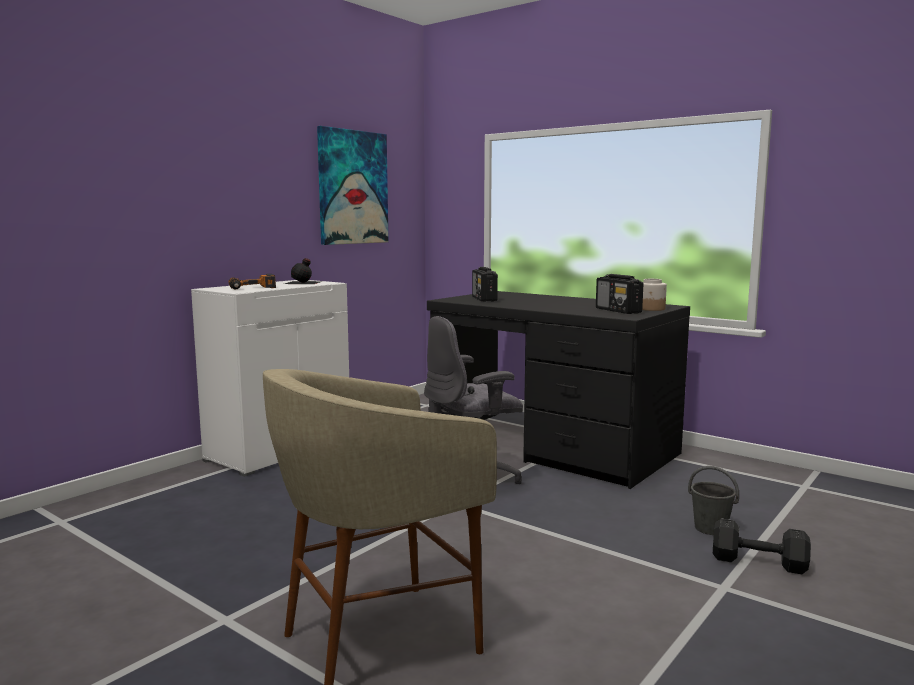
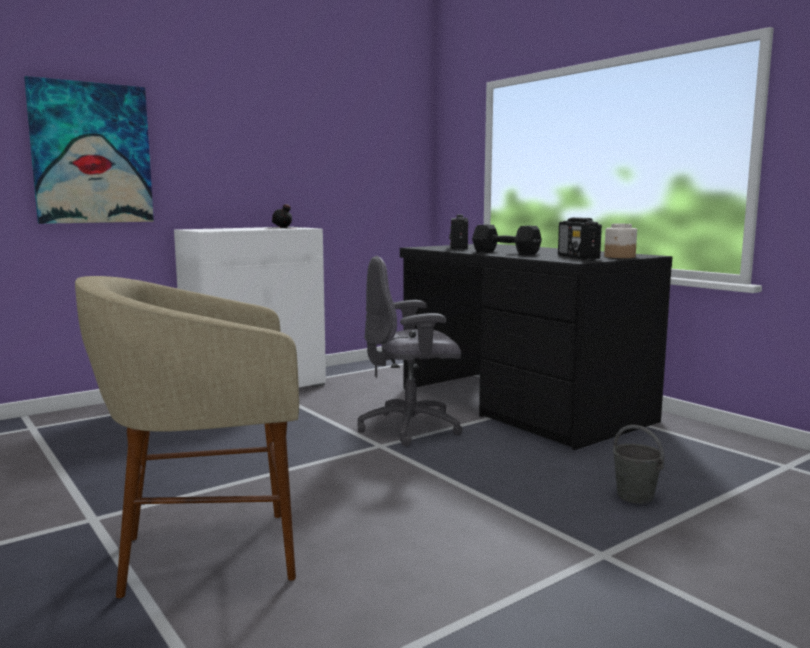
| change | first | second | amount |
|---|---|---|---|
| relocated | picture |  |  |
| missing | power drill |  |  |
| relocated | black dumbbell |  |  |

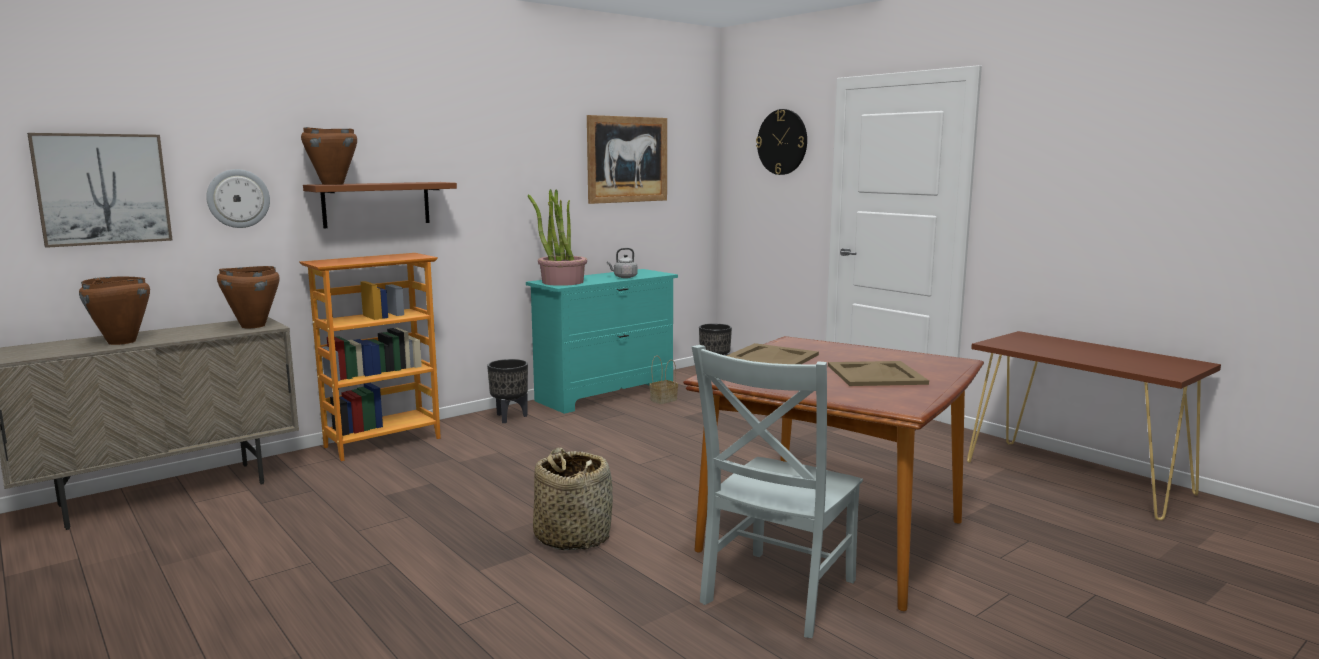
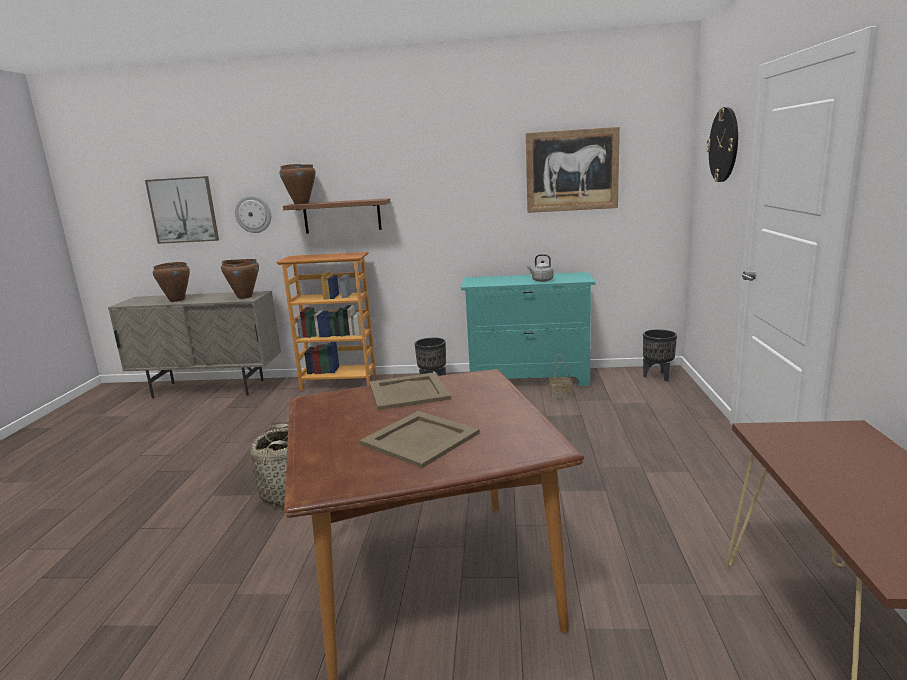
| change | first | second | amount |
|---|---|---|---|
| missing | potted plant |  |  |
| missing | grey chair |  |  |

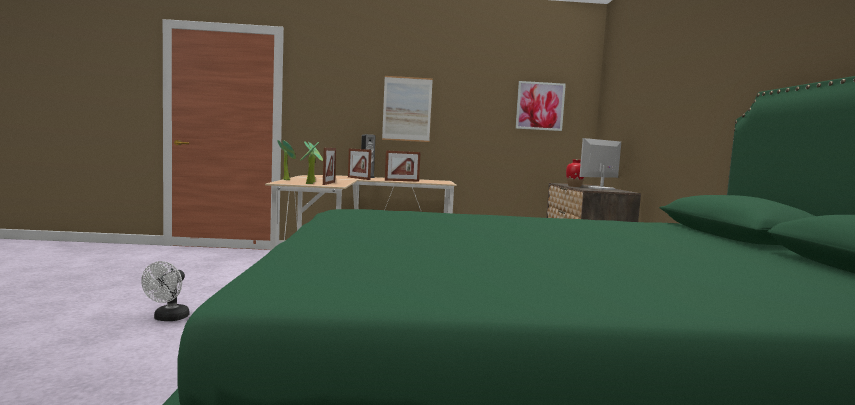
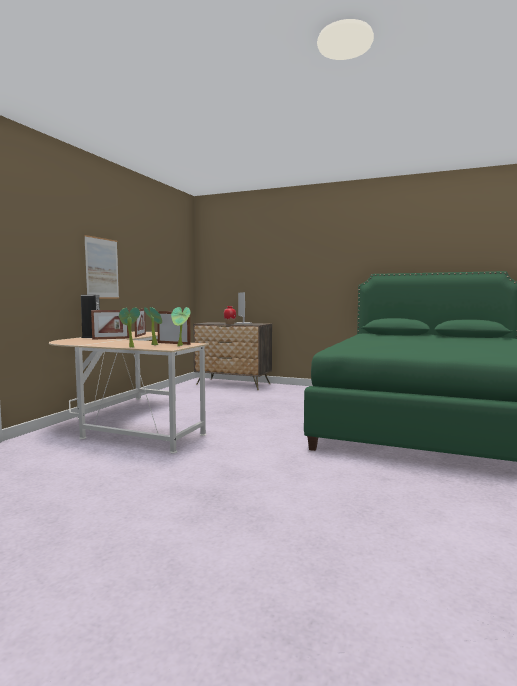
| change | first | second | amount |
|---|---|---|---|
| missing | picture (no. 2 from left) |  |  |
| missing | white fan |  |  |

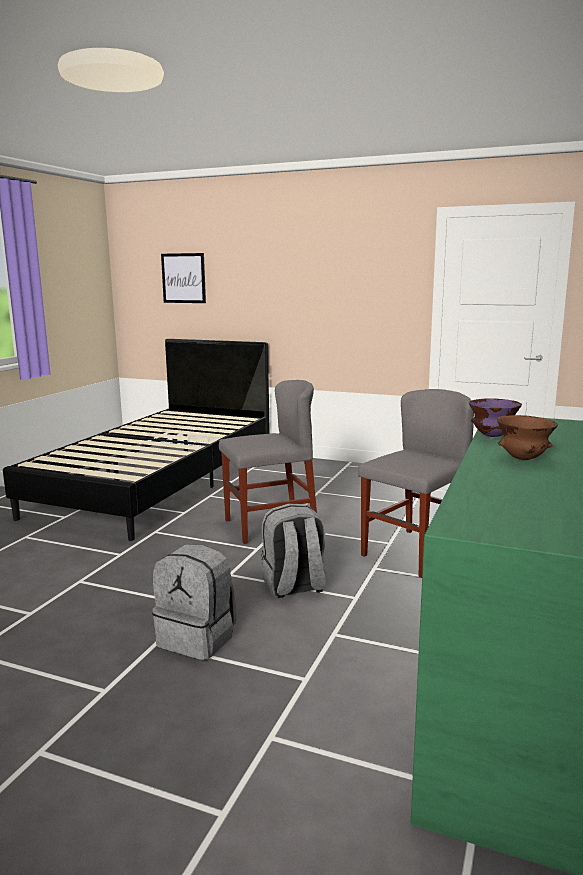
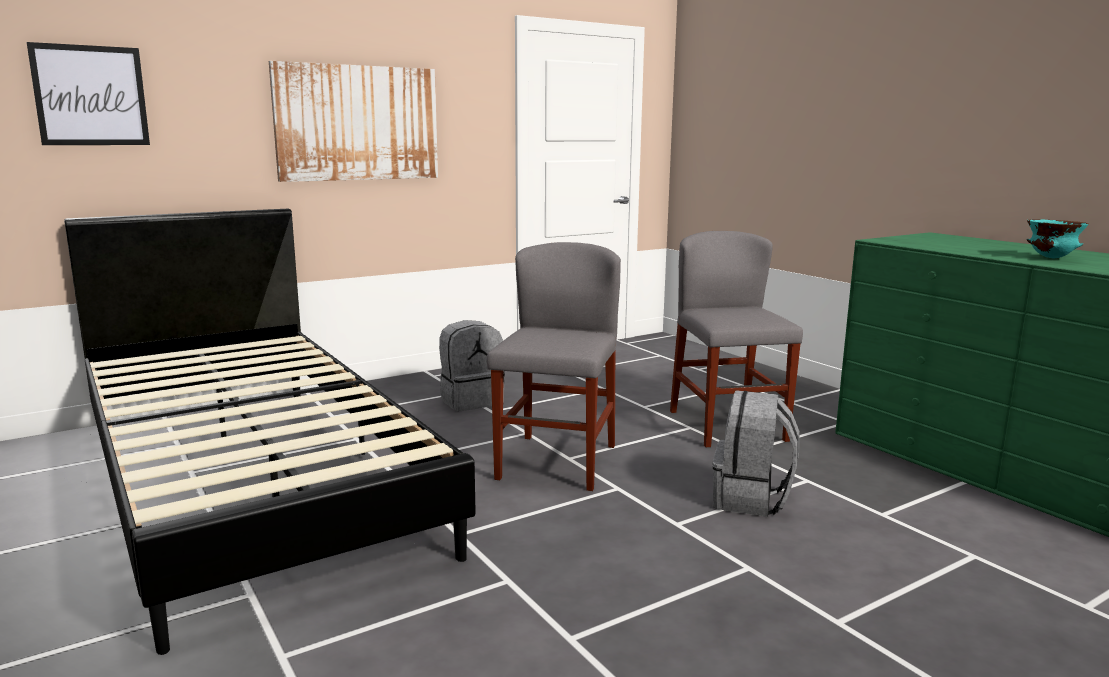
| change | first | second | amount |
|---|---|---|---|
| missing | purple bowl |  |  |
| colour | brown bowl | turquoise bowl |  |
| relocated | grey backpack (no. 1 from left) |  |  |
| appeared |  | picture (no. 2 from left) |  |

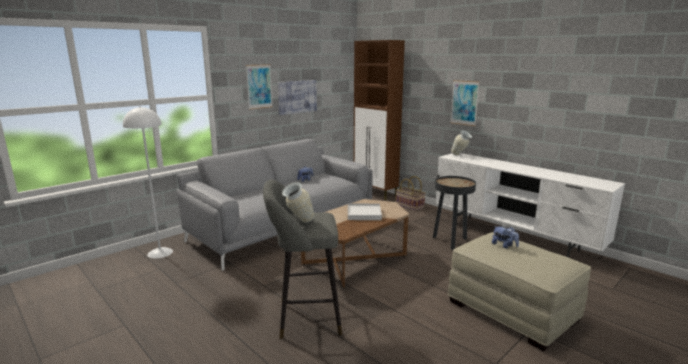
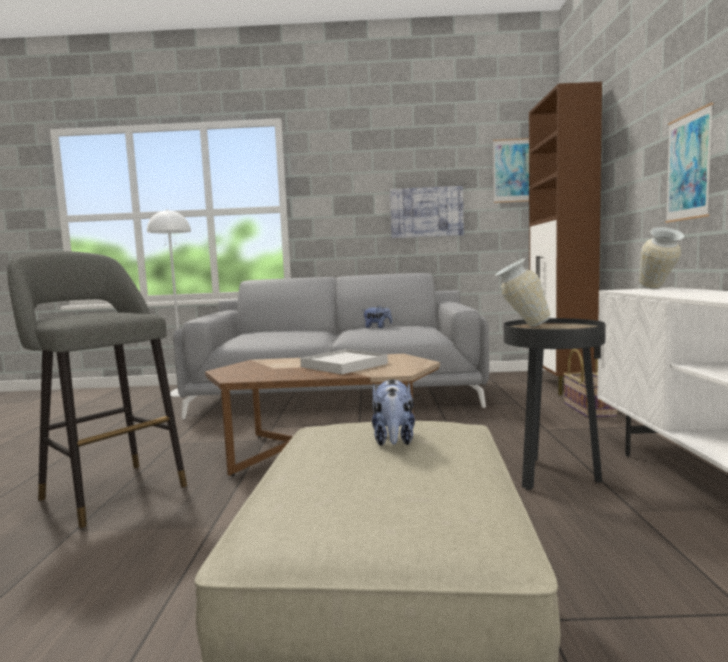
| change | first | second | amount |
|---|---|---|---|
| relocated | picture (no. 1 from left in the first image) | picture (no. 2 from left) |  |
| relocated | vase (no. 1 from left) |  |  |

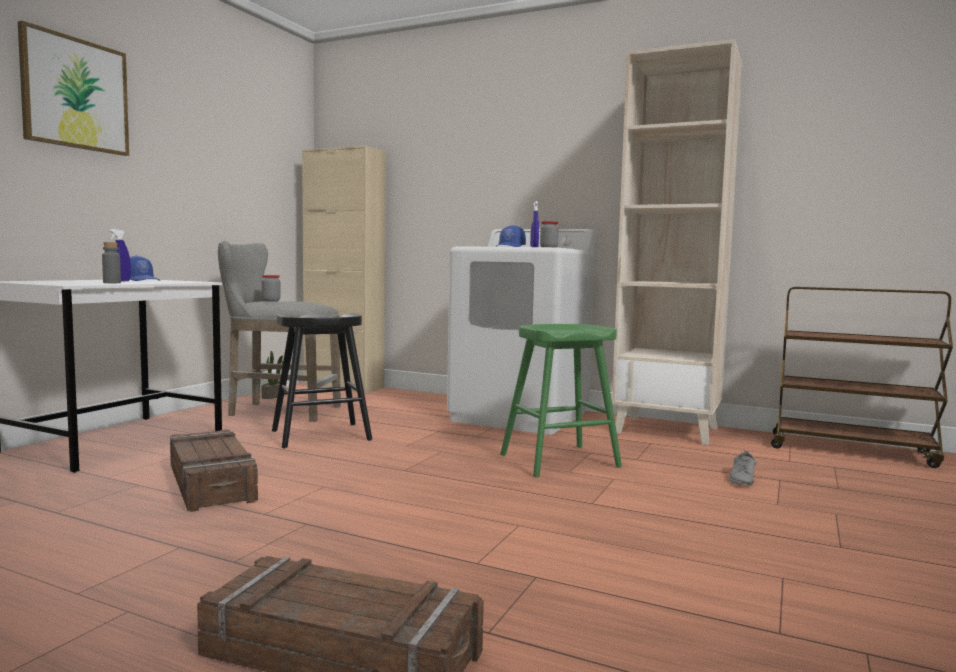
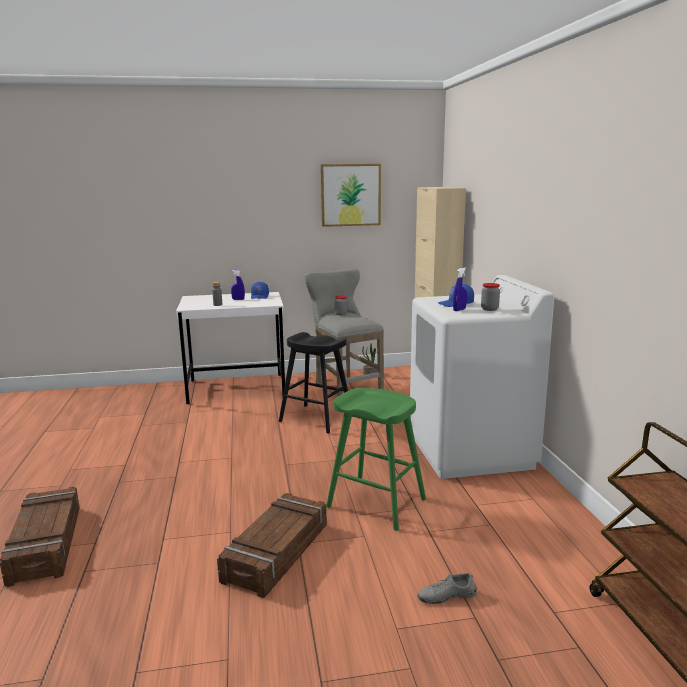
| change | first | second | amount |
|---|---|---|---|
| relocated | picture |  |  |
| missing | beige bookcase |  |  |
| relocated | crate (no. 1 from left in the first image) | crate (no. 2 from left) |  |

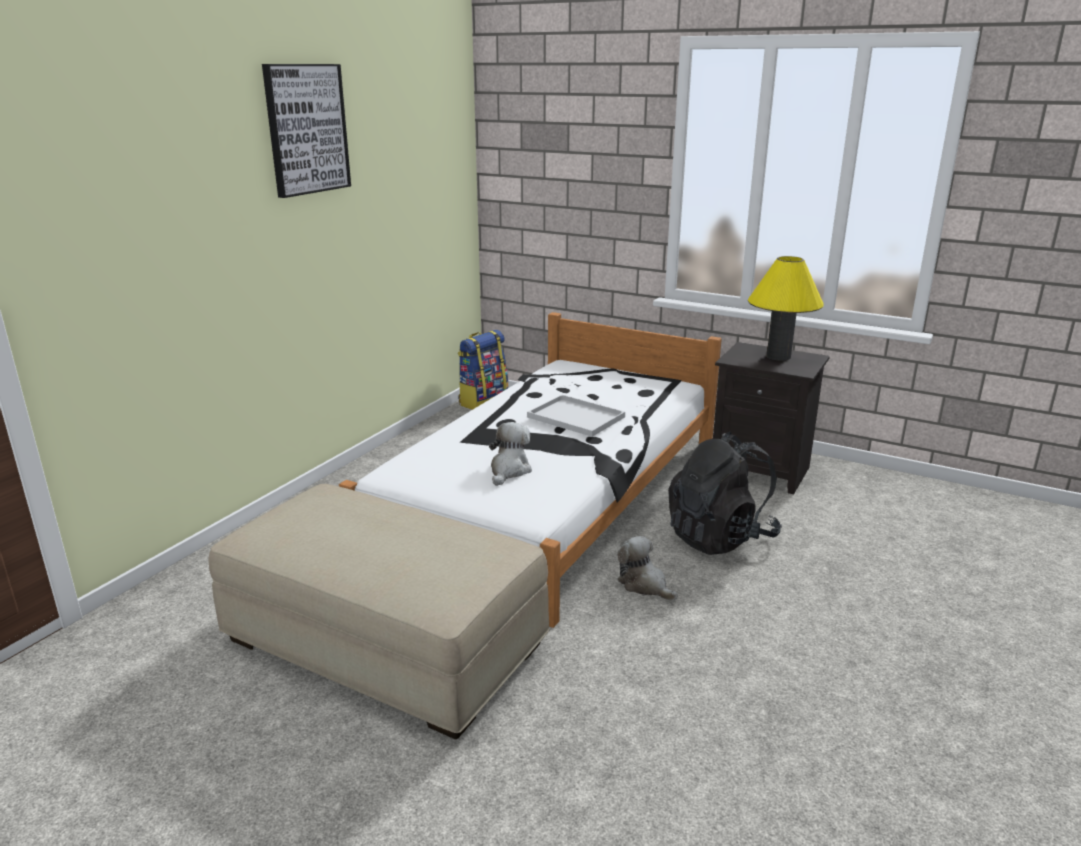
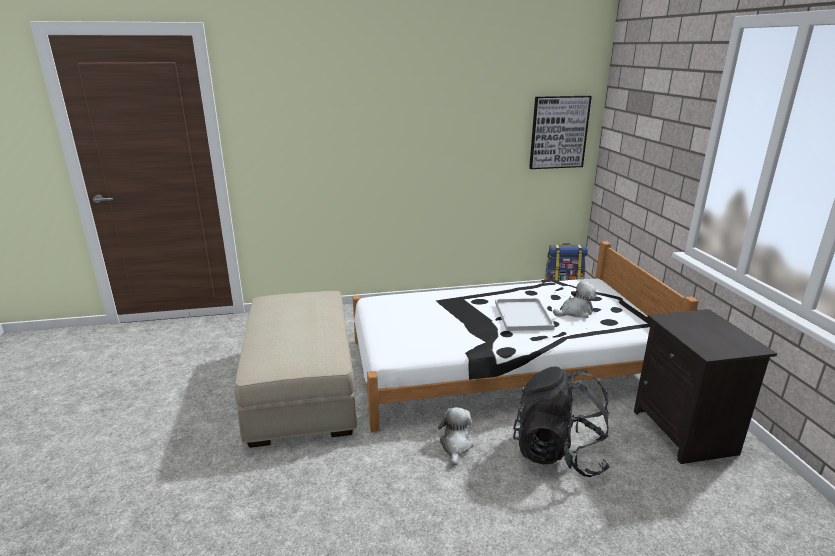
| change | first | second | amount |
|---|---|---|---|
| relocated | picture |  |  |
| missing | yellow table lamp |  |  |
| relocated | plush toy (no. 1 from left in the first image) | plush toy (no. 2 from left) |  |

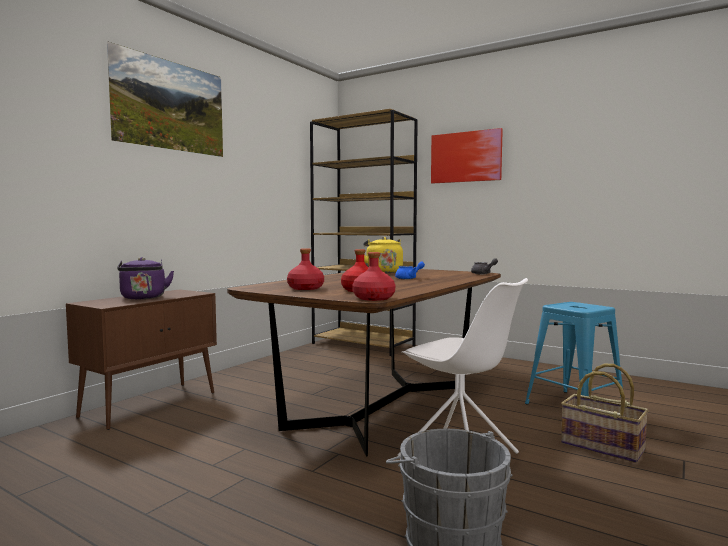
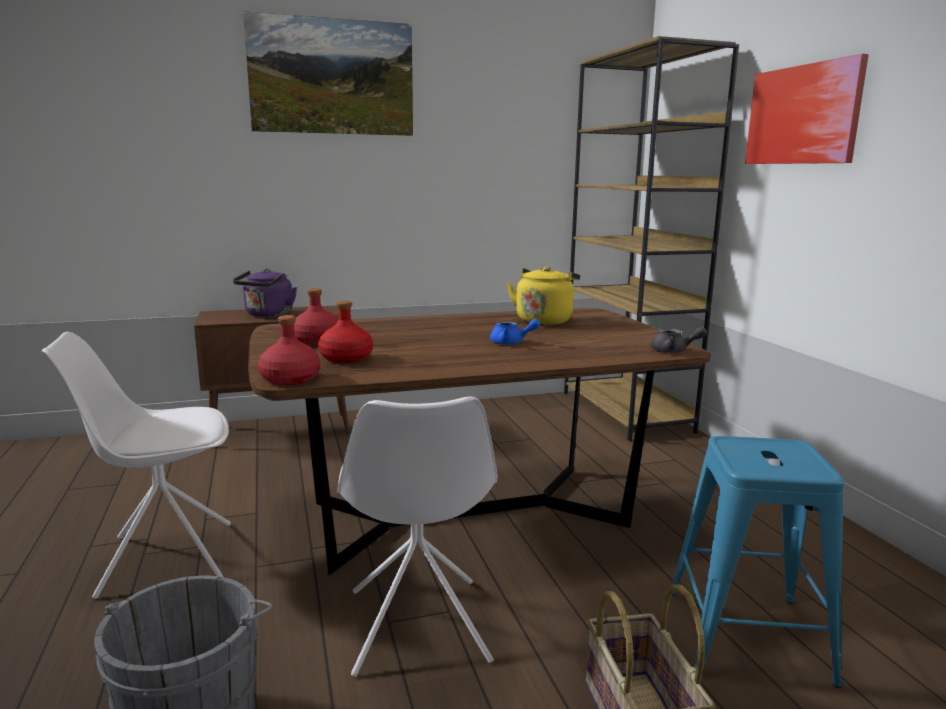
| change | first | second | amount |
|---|---|---|---|
| appeared |  | white chair (no. 1 from left) |  |

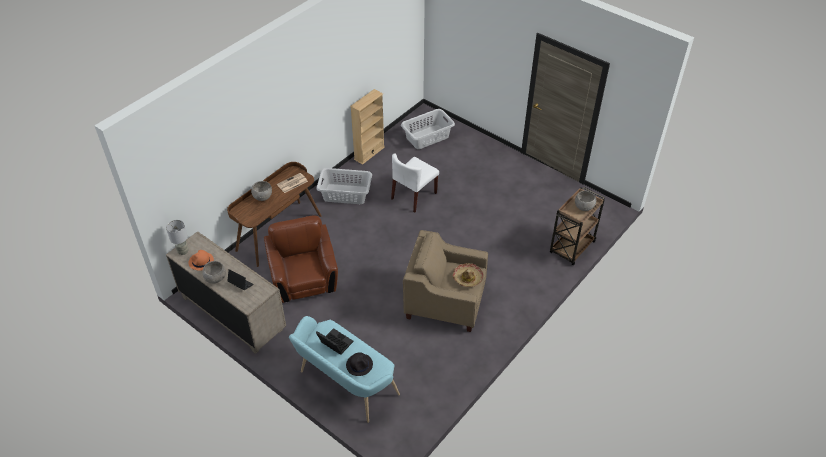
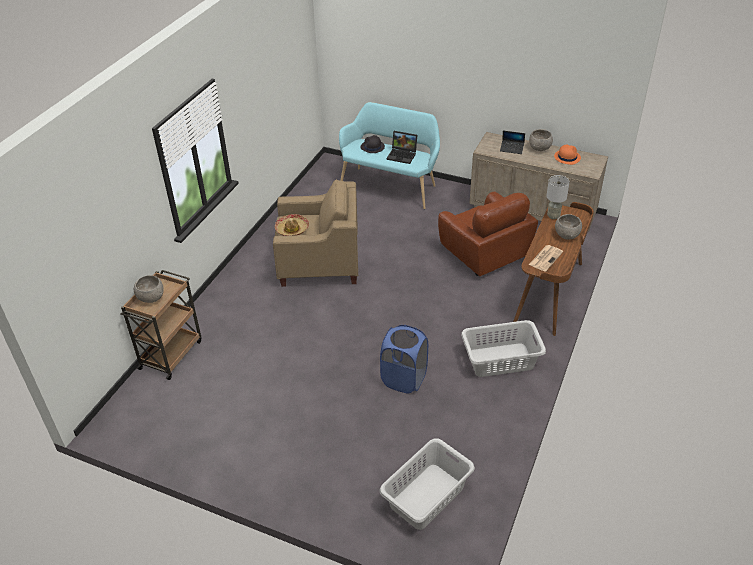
| change | first | second | amount |
|---|---|---|---|
| missing | beige bookcase |  |  |
| exchanged | white chair | blue laundry basket |  |
| relocated | grey table lamp |  |  |

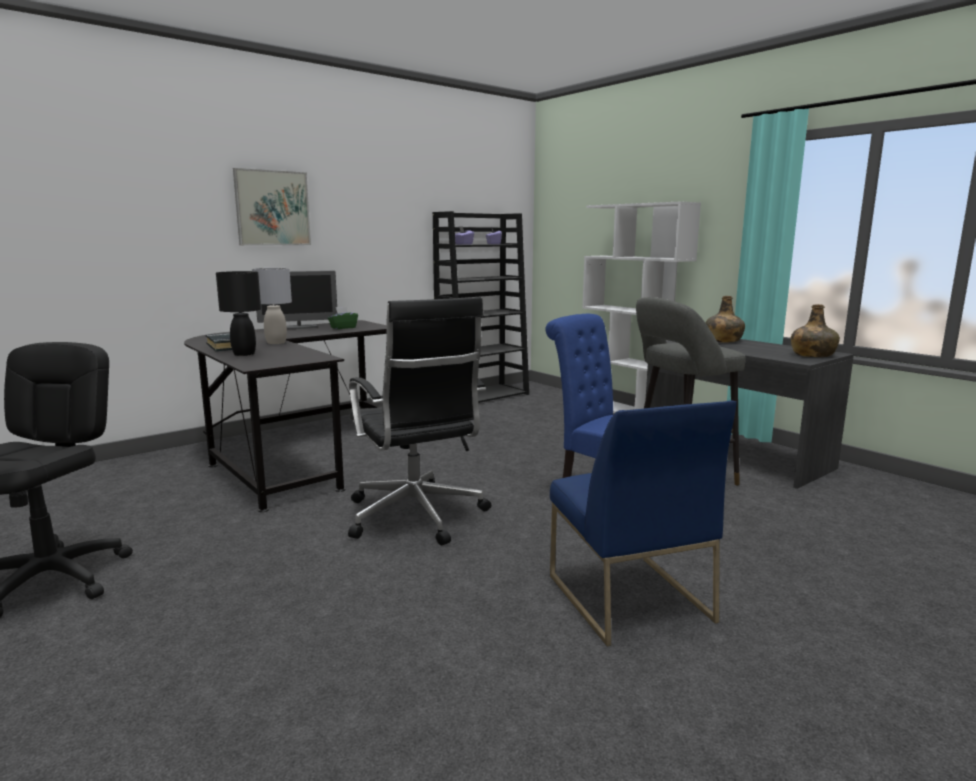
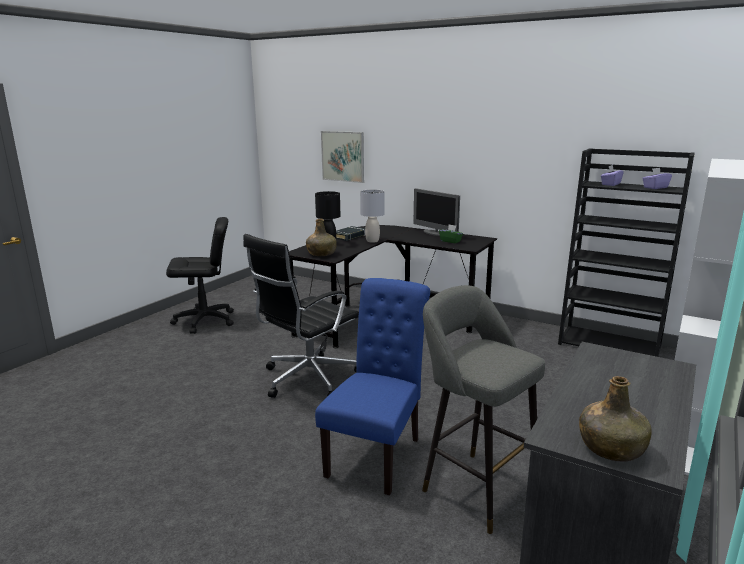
| change | first | second | amount |
|---|---|---|---|
| relocated | picture |  |  |
| relocated | green bottle (no. 1 from left) |  |  |
| missing | blue chair (no. 2 from left) |  |  |

